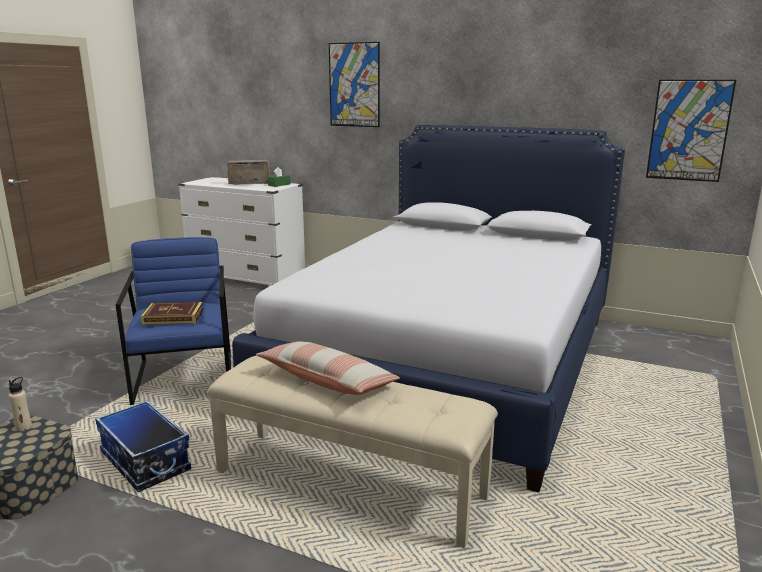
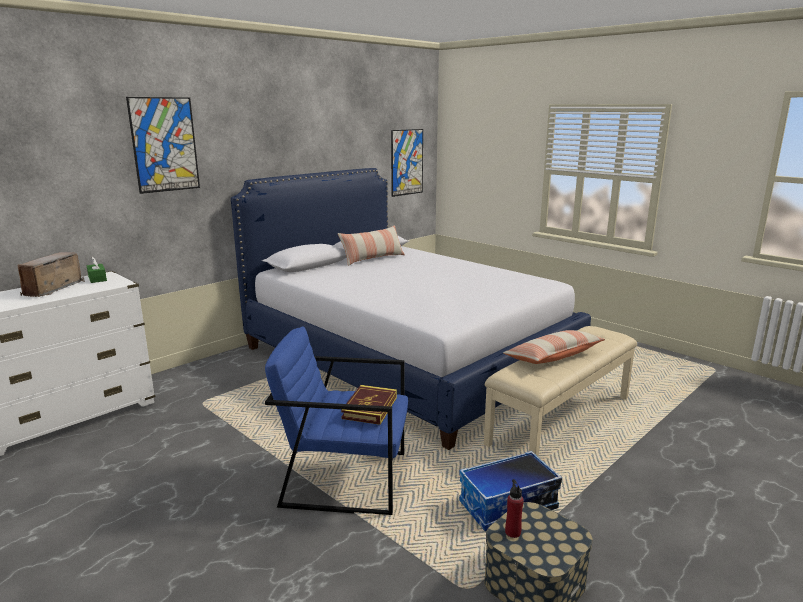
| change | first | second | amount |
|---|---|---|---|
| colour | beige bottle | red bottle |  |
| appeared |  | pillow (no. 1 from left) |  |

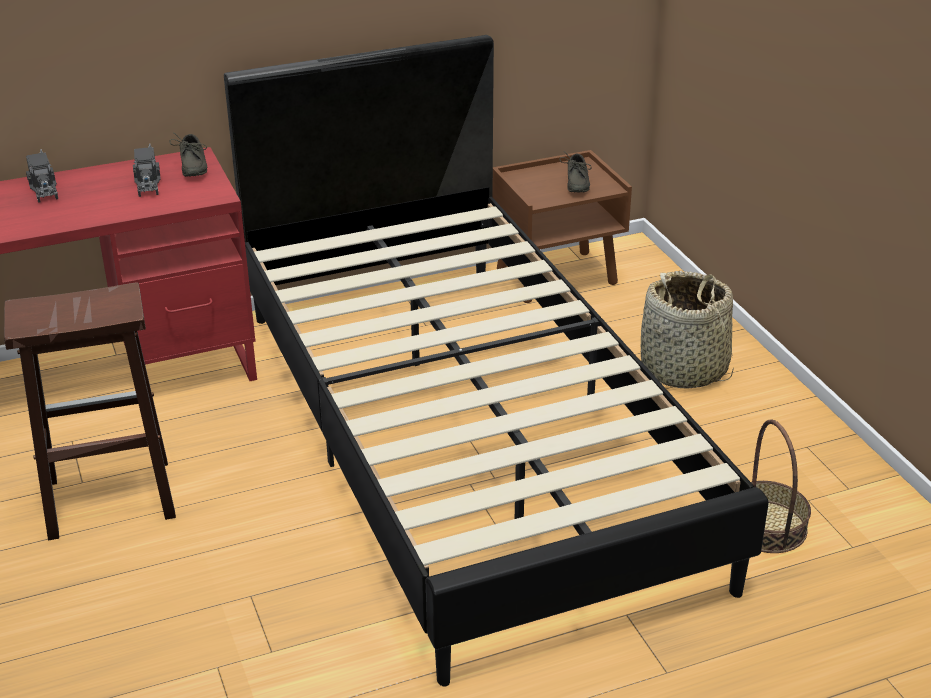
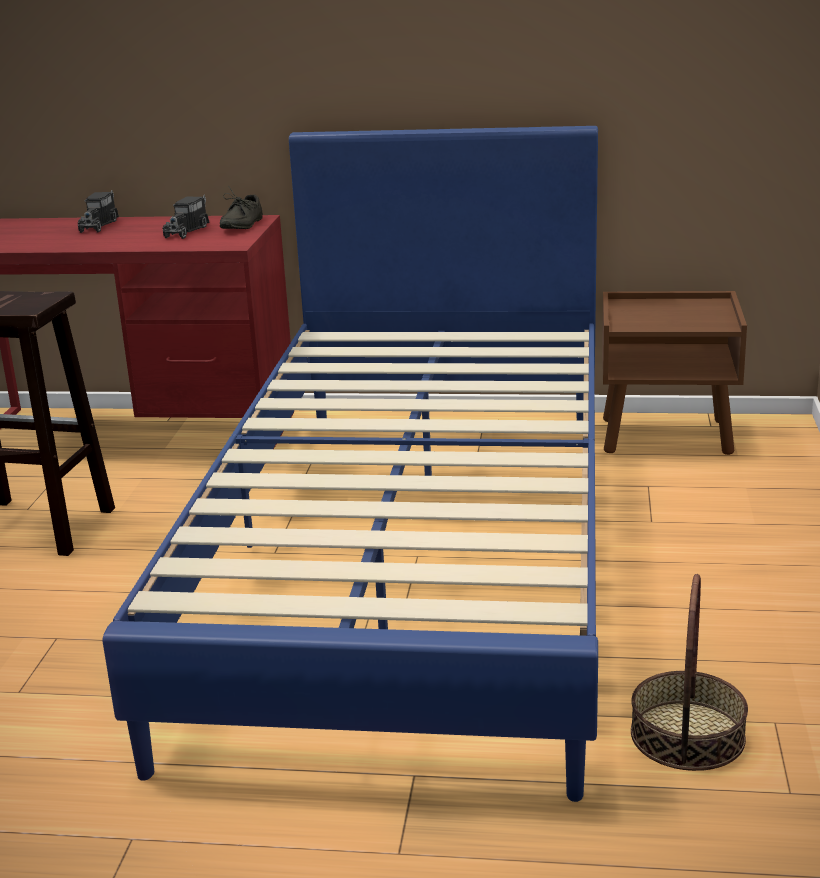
| change | first | second | amount |
|---|---|---|---|
| colour | black bed | blue bed |  |
| missing | grey shoe (no. 2 from left) |  |  |
| missing | basket (no. 1 from left) |  |  |

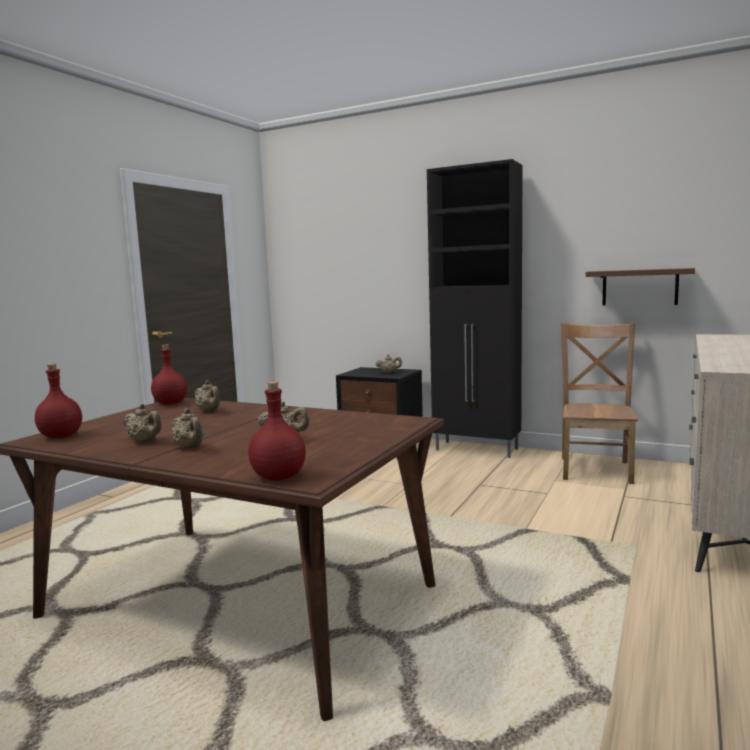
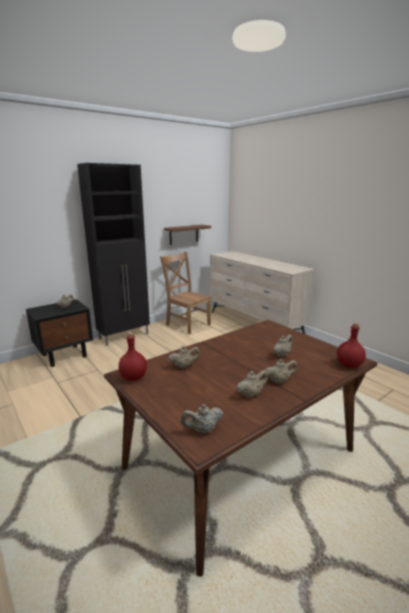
| change | first | second | amount |
|---|---|---|---|
| exchanged | red bottle (no. 1 from left) | beige teapot (no. 3 from left) |  |

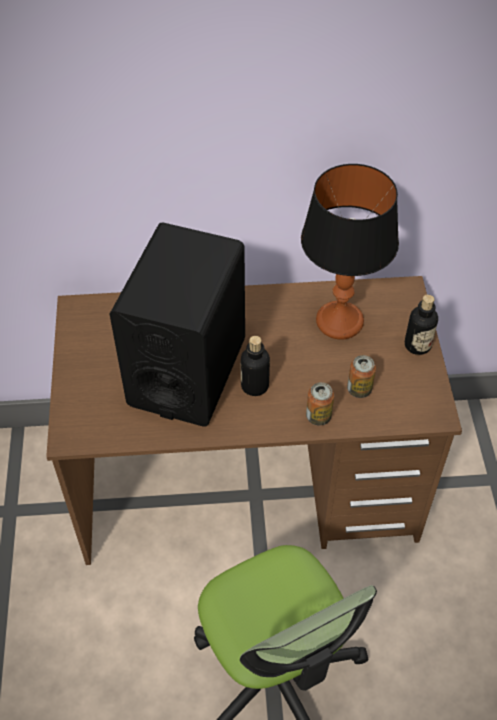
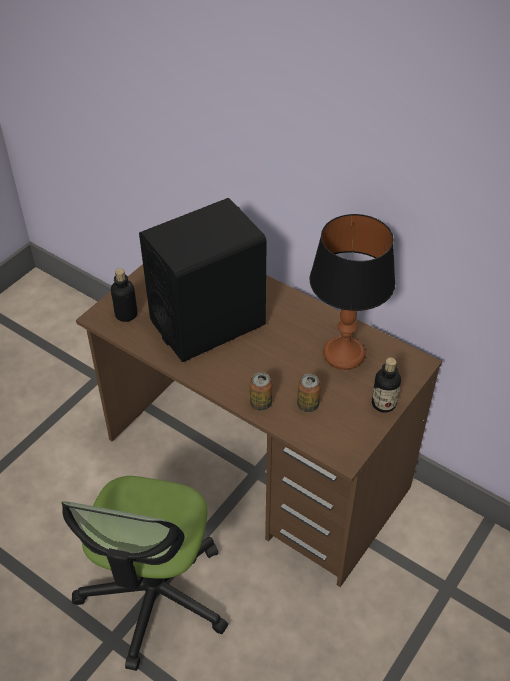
| change | first | second | amount |
|---|---|---|---|
| relocated | bottle (no. 1 from left) |  |  |

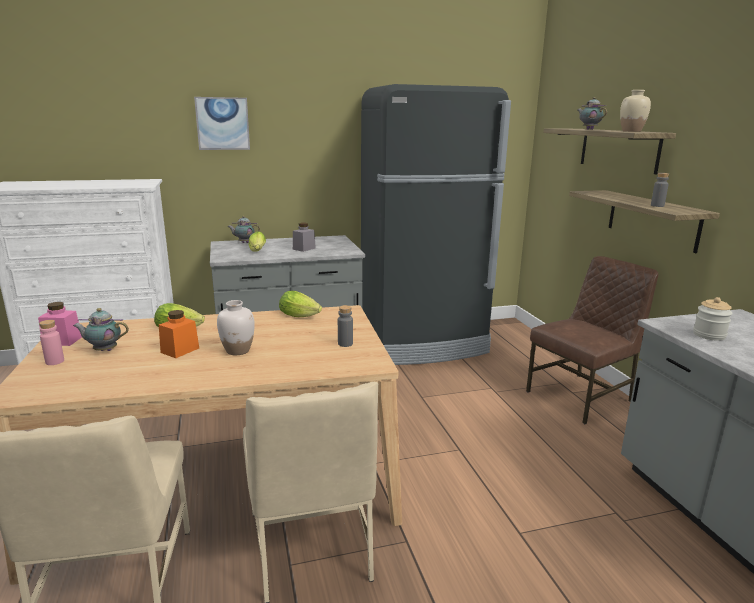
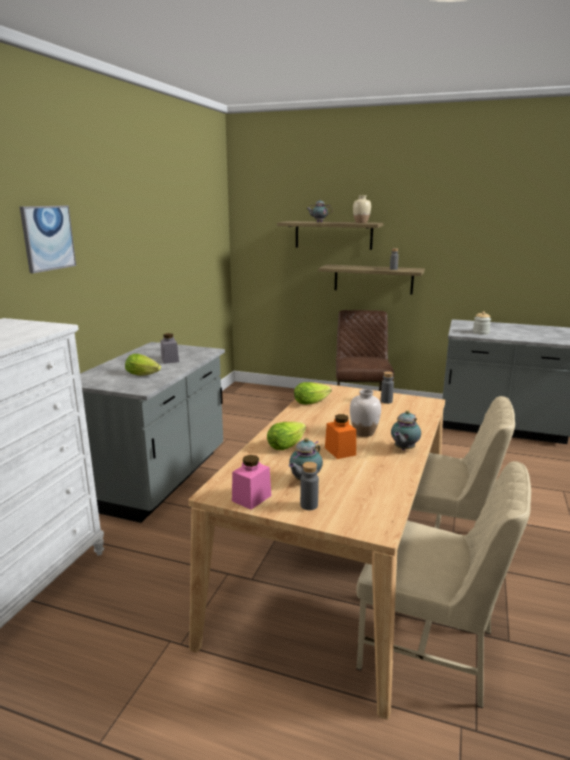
| change | first | second | amount |
|---|---|---|---|
| missing | black fridge |  |  |
| relocated | teapot (no. 2 from left in the first image) | teapot (no. 3 from left) |  |
| colour | pink bottle | grey bottle (no. 1 from left) |  |

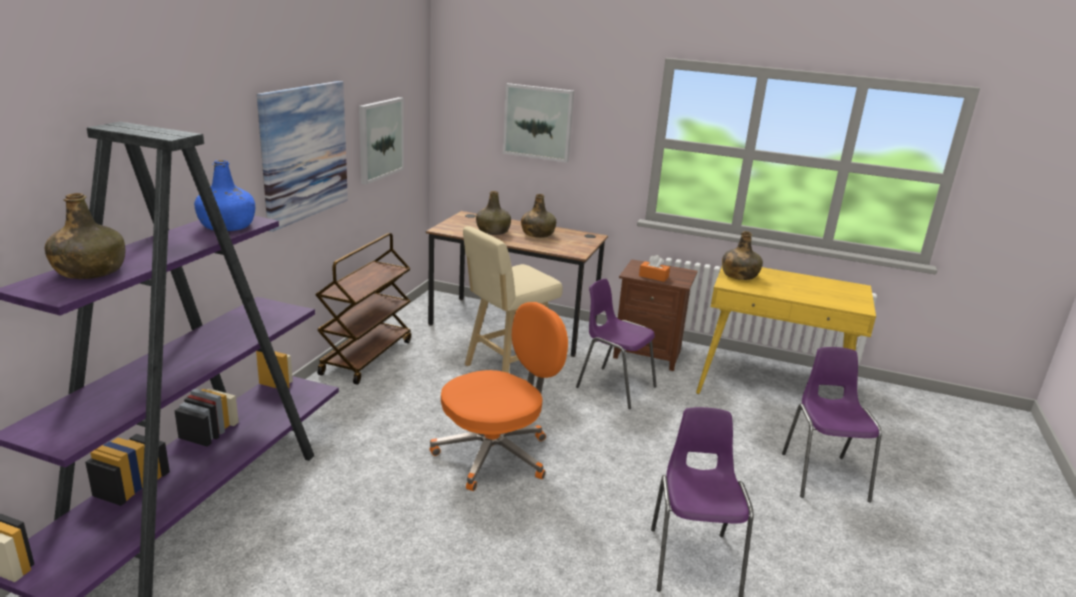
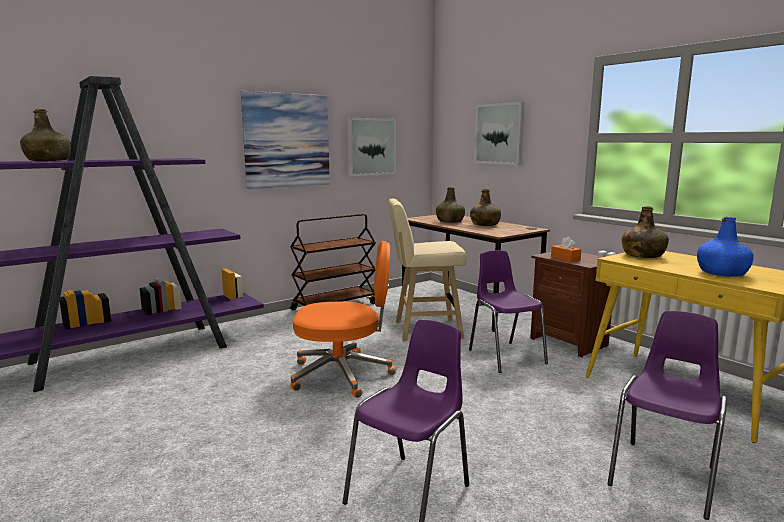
| change | first | second | amount |
|---|---|---|---|
| relocated | blue bottle |  |  |

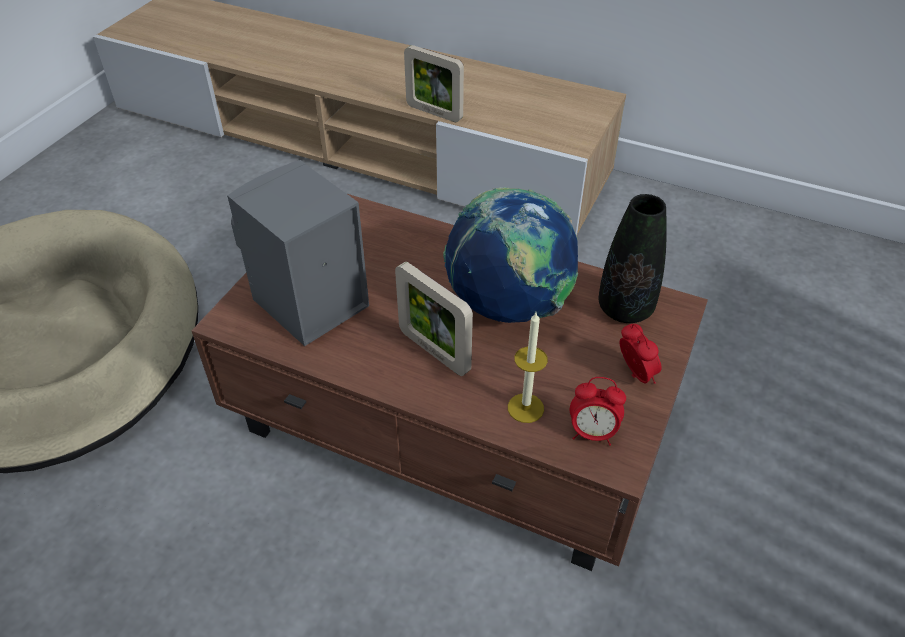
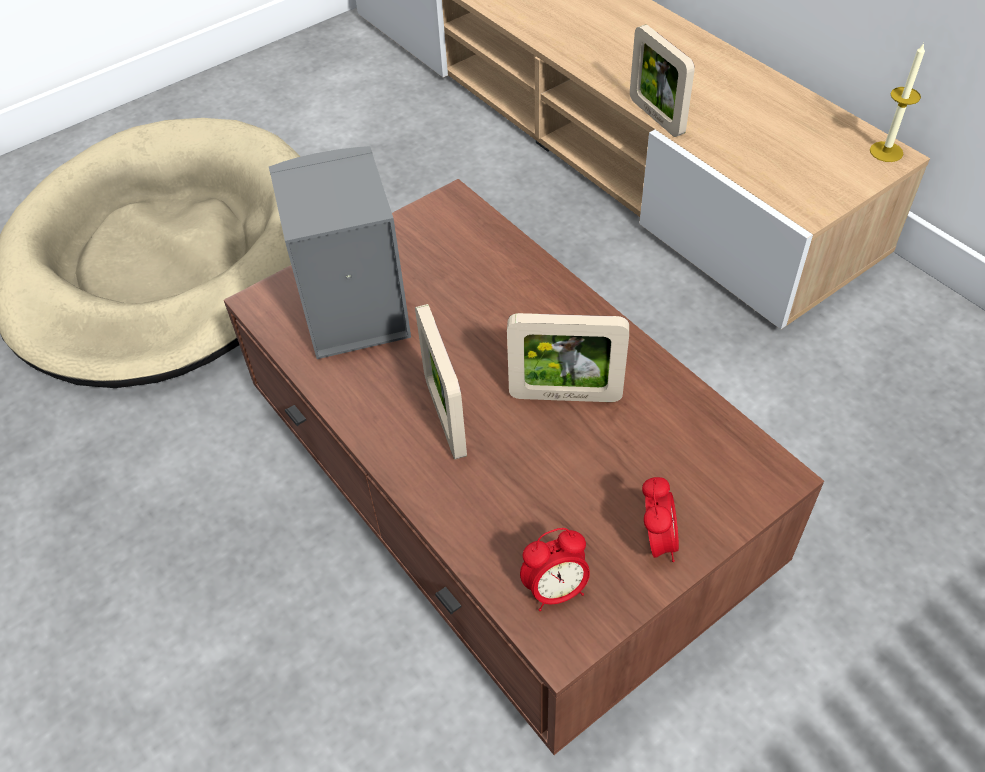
| change | first | second | amount |
|---|---|---|---|
| exchanged | globe | picture frame (no. 2 from left) |  |
| missing | black vase |  |  |
| relocated | candle |  |  |
| spun | alarm clock (no. 1 from left) |  | 60 degrees counterclockwise |

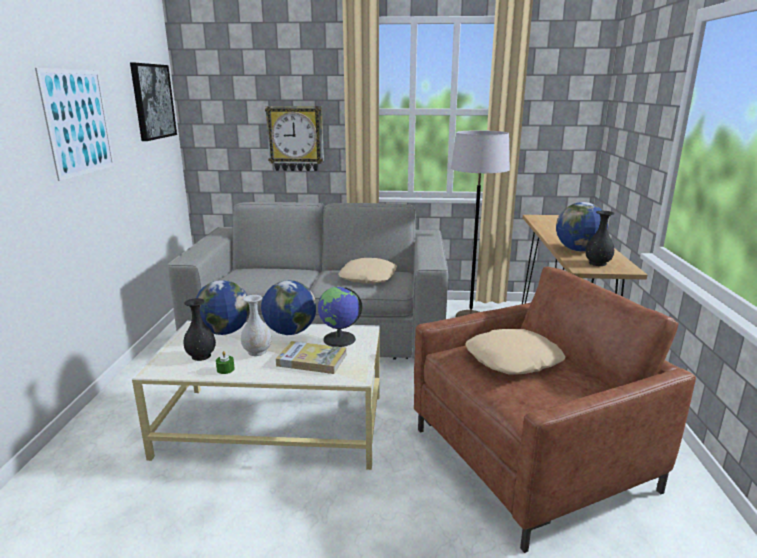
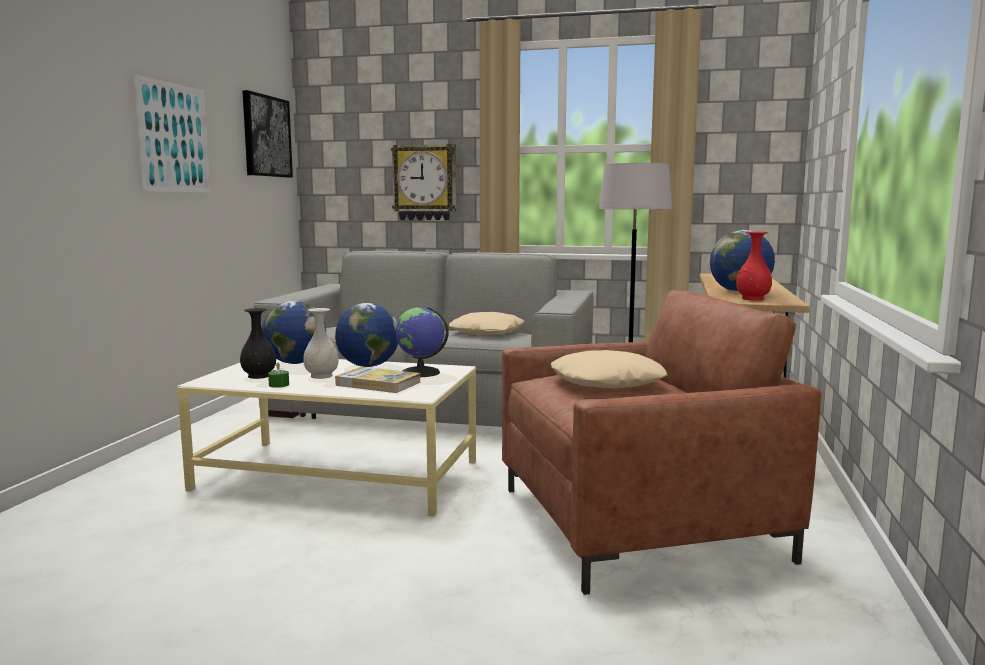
| change | first | second | amount |
|---|---|---|---|
| colour | black vase (no. 2 from left) | red vase |  |

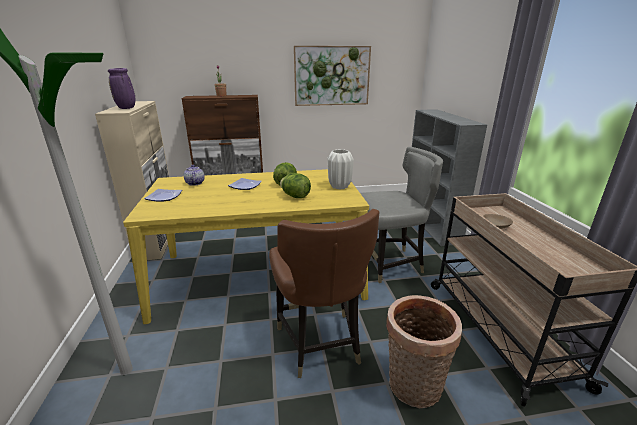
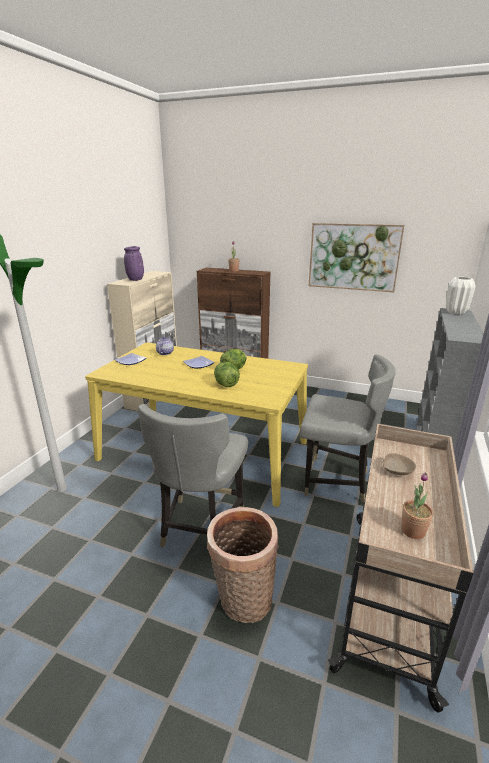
| change | first | second | amount |
|---|---|---|---|
| relocated | white vase |  |  |
| colour | brown chair | grey chair (no. 1 from left) |  |
| appeared |  | potted plant (no. 2 from left) |  |

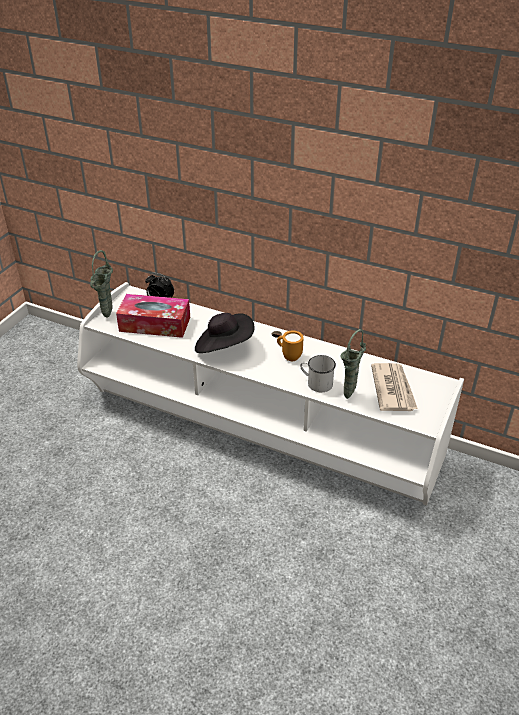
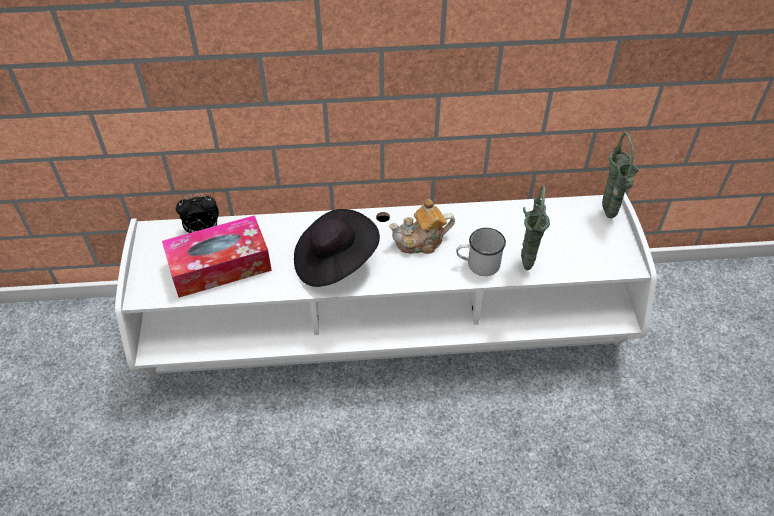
| change | first | second | amount |
|---|---|---|---|
| relocated | green vase (no. 1 from left in the first image) | green vase (no. 2 from left) |  |
| exchanged | orange mug | teapot |  |
| missing | newspaper |  |  |

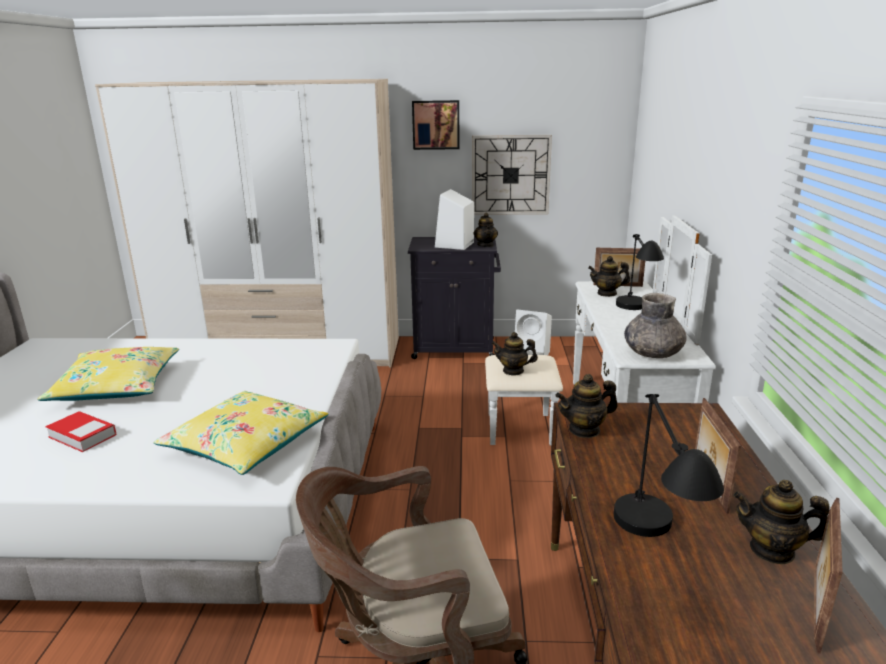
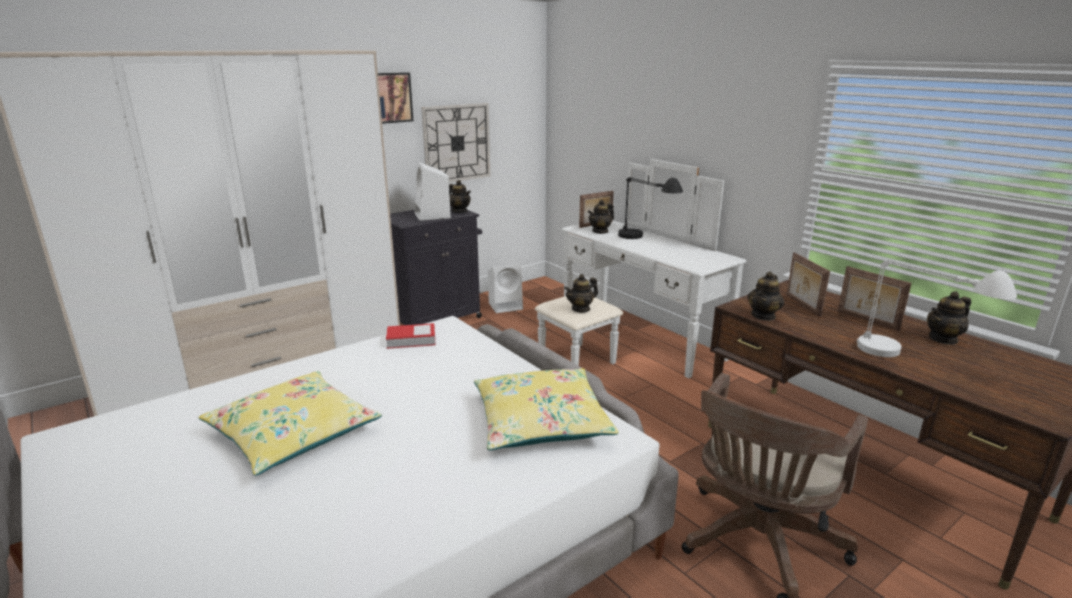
| change | first | second | amount |
|---|---|---|---|
| missing | grey vase |  |  |
| colour | black table lamp (no. 2 from left) | white table lamp |  |
| relocated | book |  |  |
| relocated | picture frame (no. 3 from left in the first image) | picture frame (no. 2 from left) |  |

